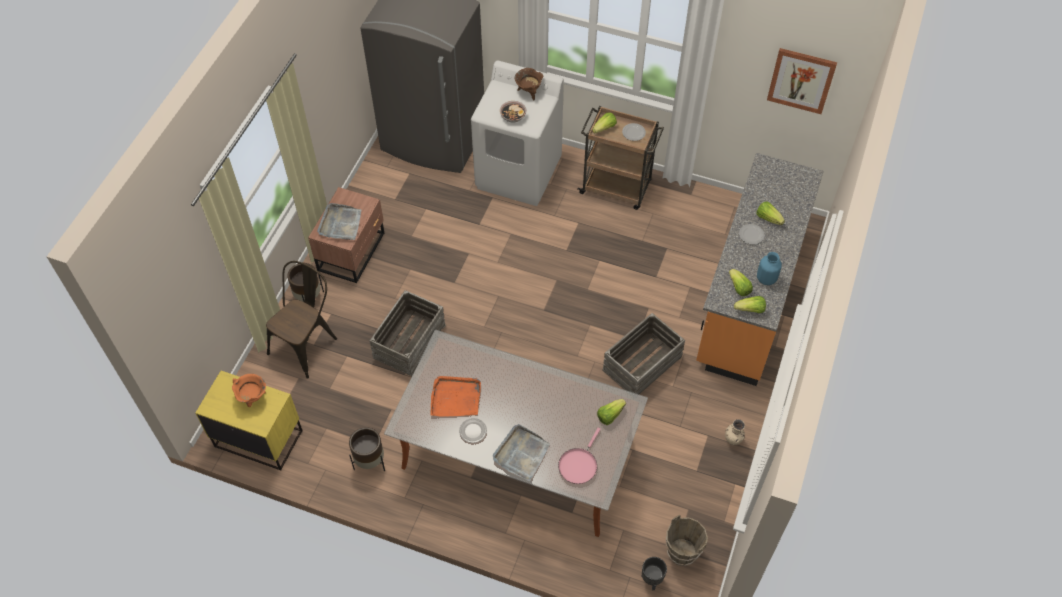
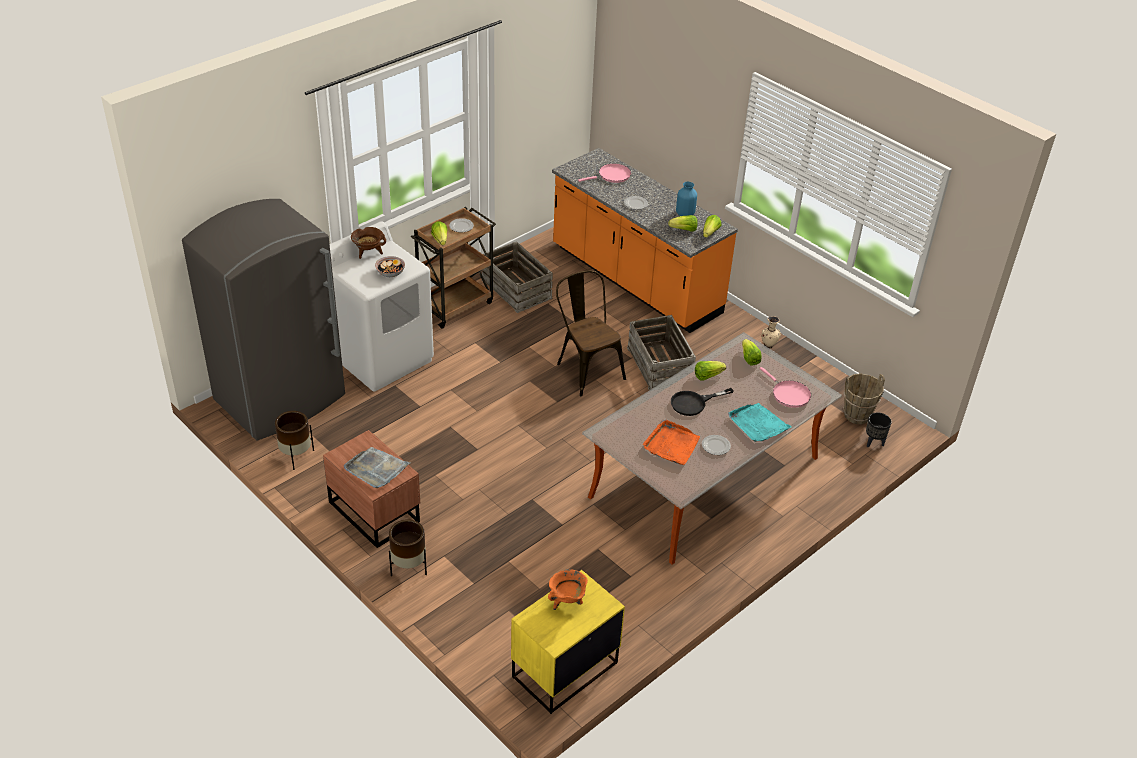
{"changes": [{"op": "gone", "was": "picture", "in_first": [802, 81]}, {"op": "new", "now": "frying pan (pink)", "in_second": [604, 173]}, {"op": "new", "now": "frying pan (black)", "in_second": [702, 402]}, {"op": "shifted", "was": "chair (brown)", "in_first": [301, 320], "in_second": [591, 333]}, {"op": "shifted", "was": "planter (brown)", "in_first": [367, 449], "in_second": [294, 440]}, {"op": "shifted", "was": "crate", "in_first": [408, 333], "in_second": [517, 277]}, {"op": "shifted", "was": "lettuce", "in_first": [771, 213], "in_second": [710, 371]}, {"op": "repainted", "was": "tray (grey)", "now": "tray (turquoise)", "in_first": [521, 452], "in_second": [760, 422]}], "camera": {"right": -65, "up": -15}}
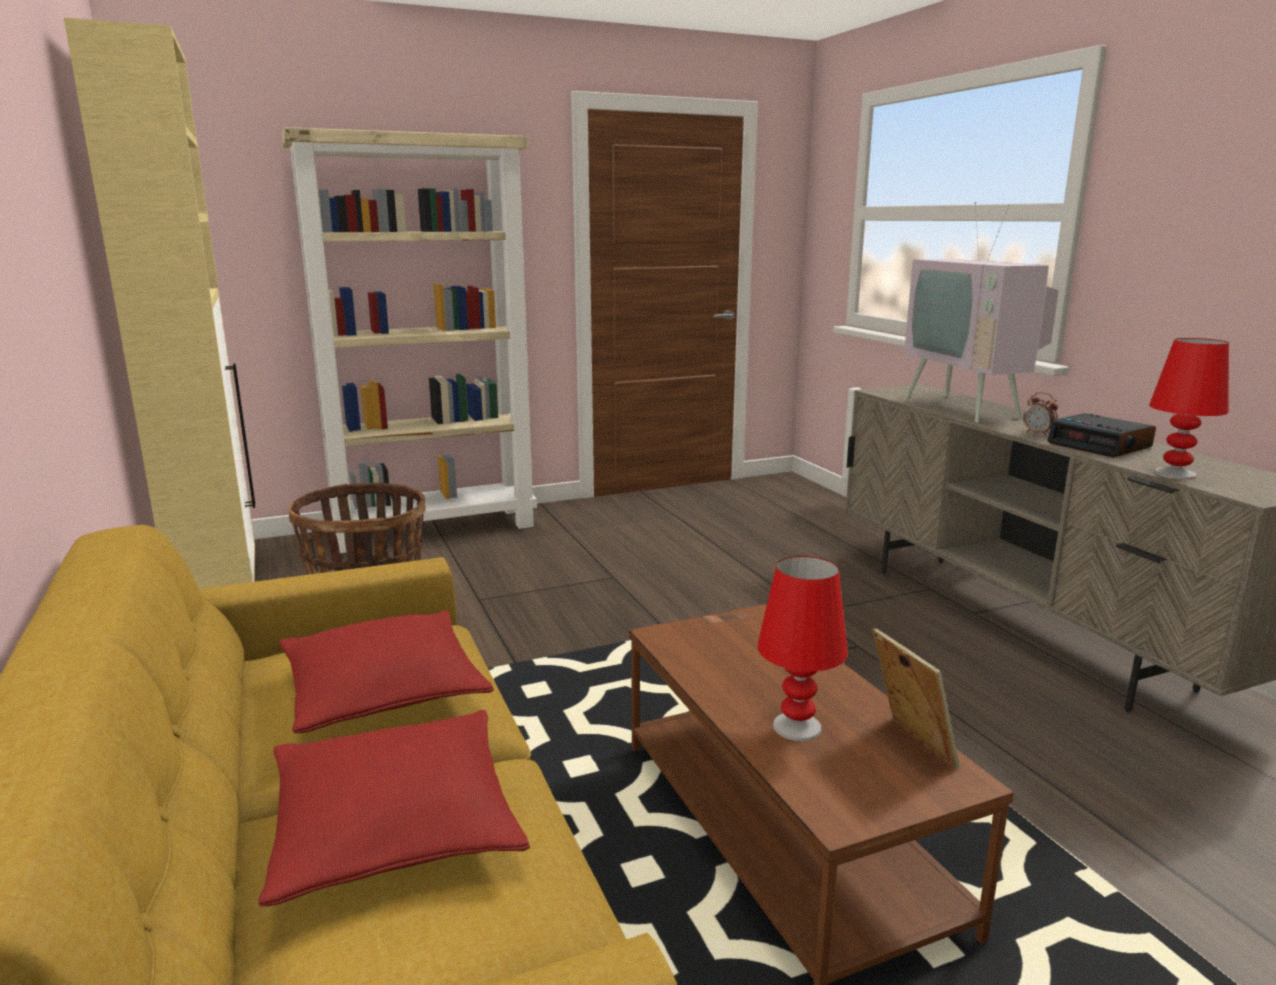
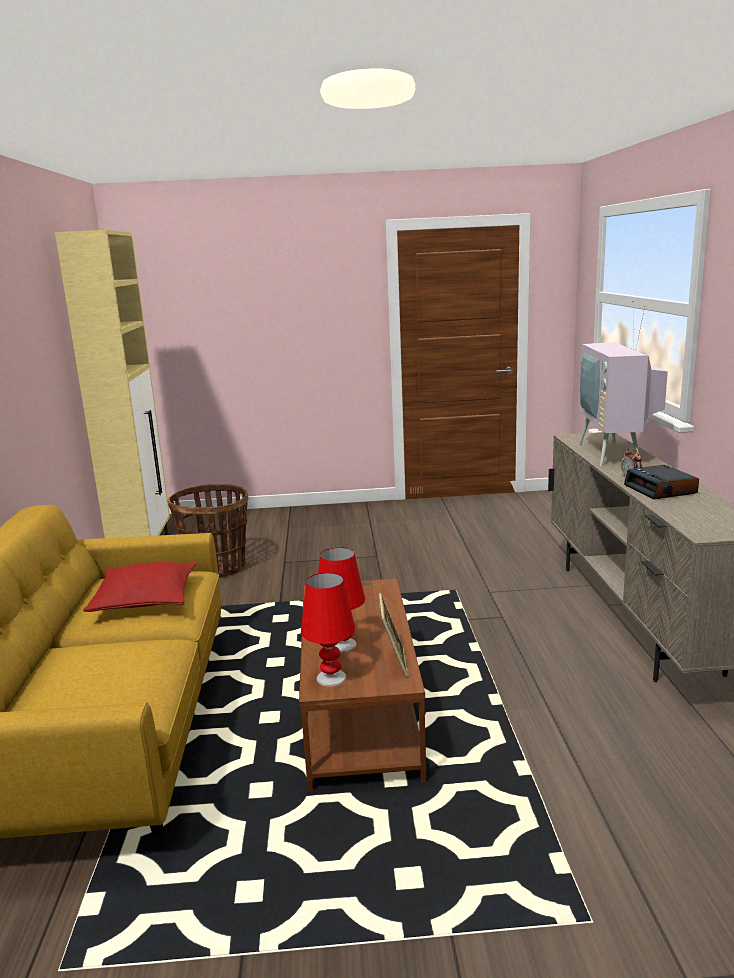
{"changes": [{"op": "gone", "was": "pillow (red)", "in_first": [394, 808]}, {"op": "gone", "was": "bookcase (beige)", "in_first": [409, 340]}, {"op": "shifted", "was": "table lamp (red)", "in_first": [1189, 409], "in_second": [328, 630]}], "camera": {"right": 20, "up": 0}}
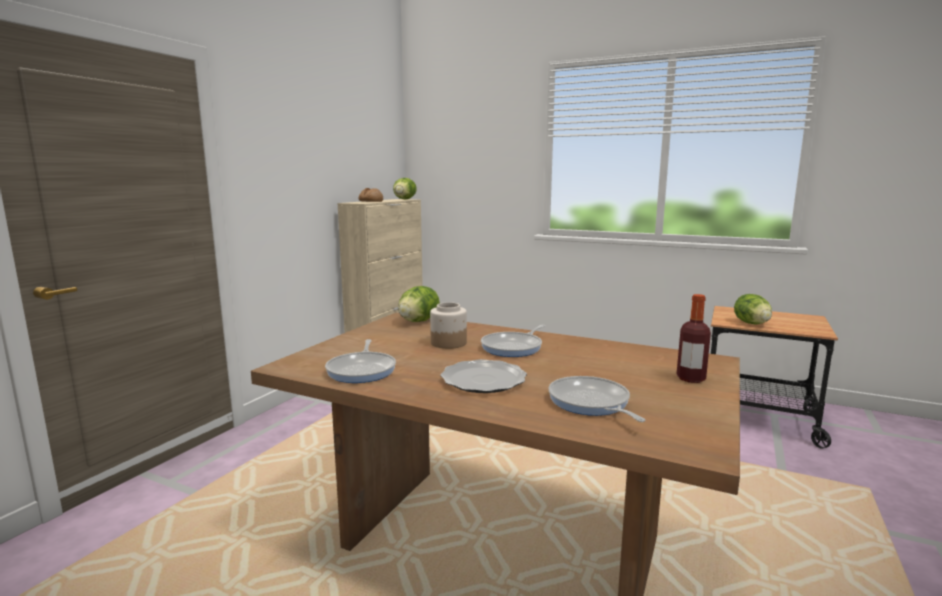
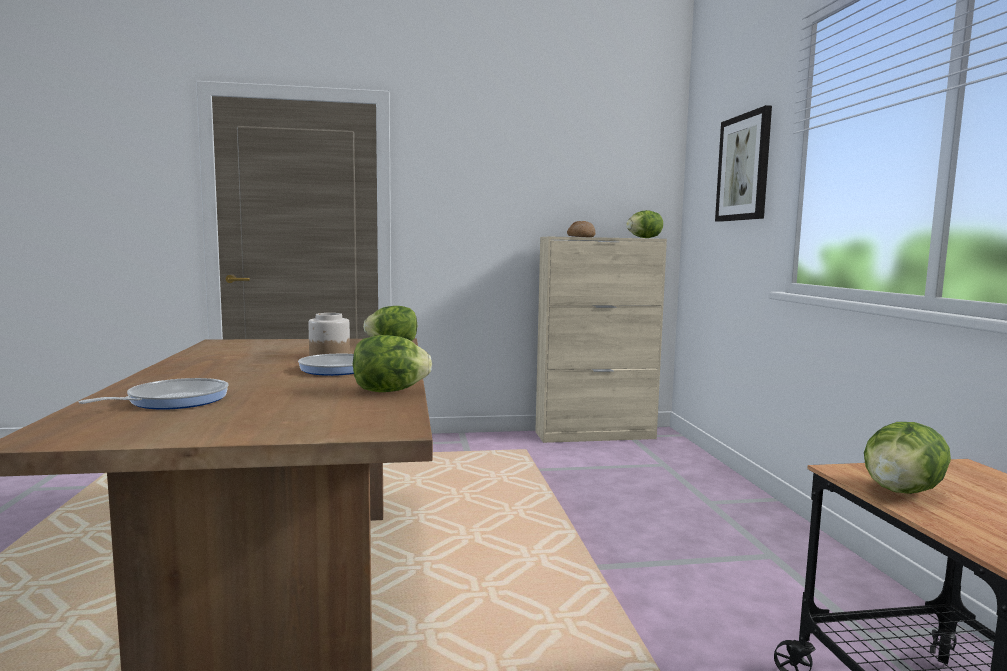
{"changes": [{"op": "gone", "was": "frying pan", "in_first": [360, 361]}, {"op": "gone", "was": "plate", "in_first": [483, 376]}, {"op": "gone", "was": "bottle", "in_first": [694, 338]}, {"op": "new", "now": "lettuce", "in_second": [392, 363]}, {"op": "new", "now": "picture", "in_second": [743, 163]}], "camera": {"right": 55, "up": -5}}
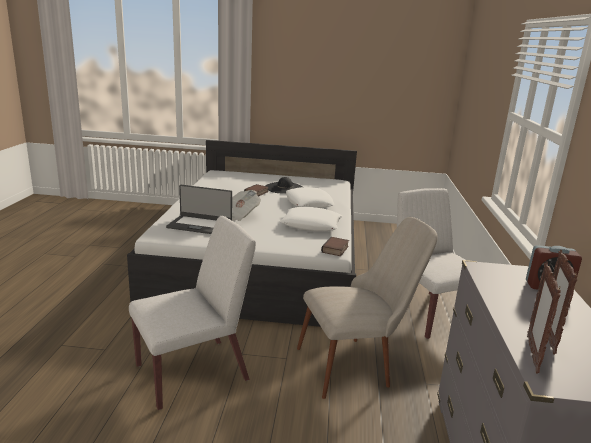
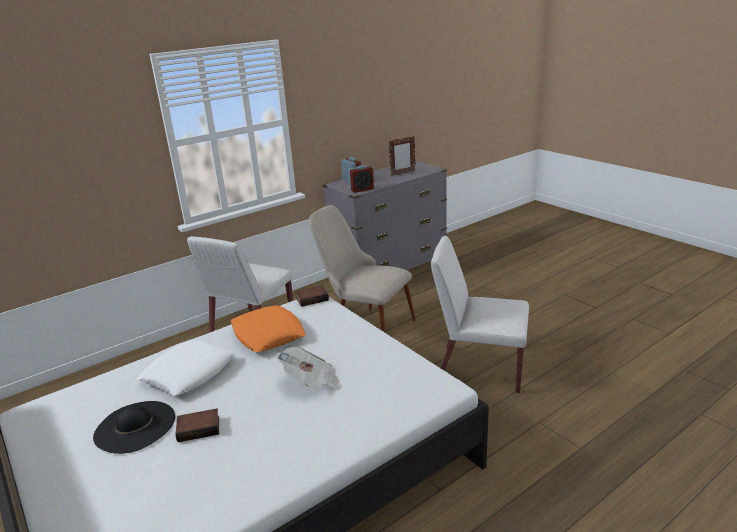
{"changes": [{"op": "gone", "was": "laptop", "in_first": [199, 209]}, {"op": "gone", "was": "picture frame", "in_first": [544, 317]}, {"op": "new", "now": "alarm clock", "in_second": [361, 179]}, {"op": "repainted", "was": "pillow (white)", "now": "pillow (orange)", "in_first": [311, 219], "in_second": [268, 329]}], "camera": {"right": -130, "up": 5}}
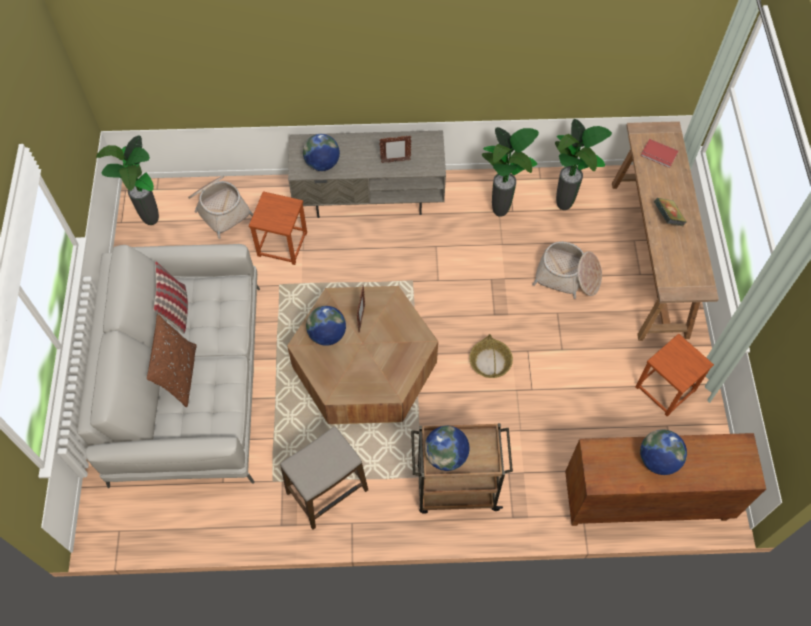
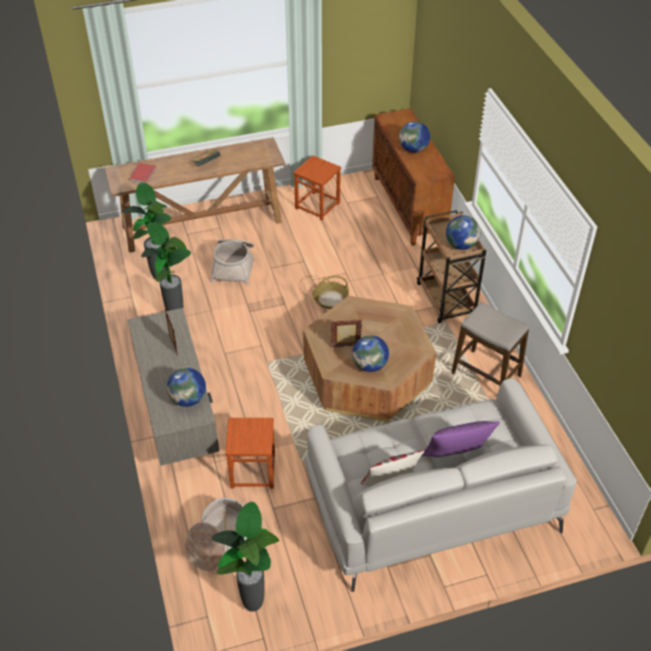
{"changes": [{"op": "repainted", "was": "pillow (brown)", "now": "pillow (purple)", "in_first": [171, 360], "in_second": [461, 439]}], "camera": {"right": -105, "up": -15}}
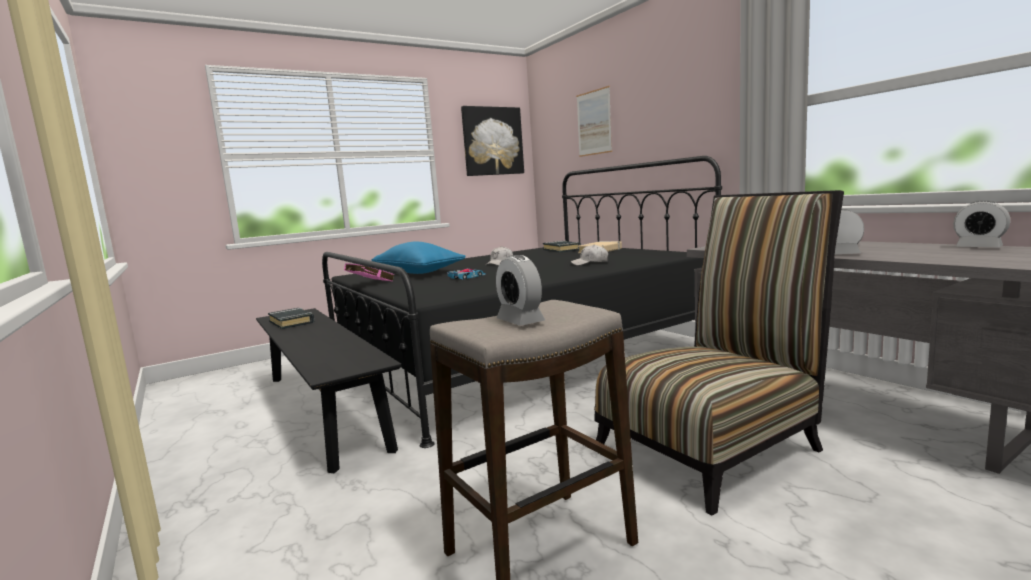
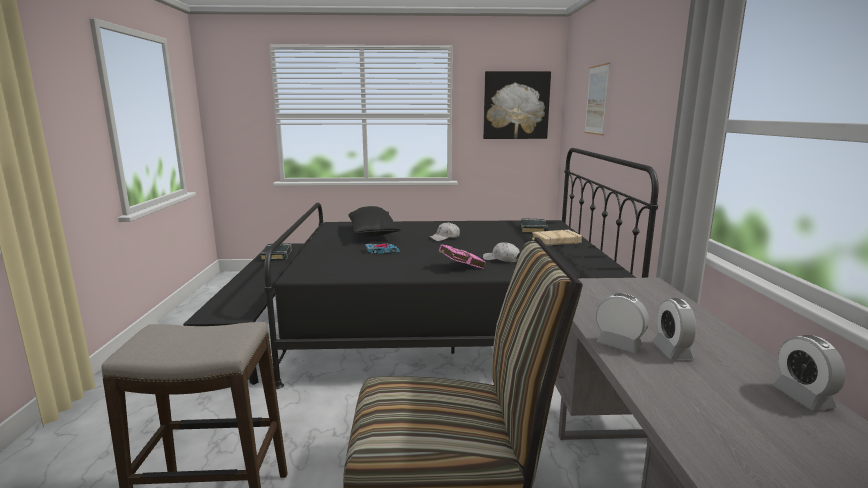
{"changes": [{"op": "shifted", "was": "book (pink)", "in_first": [369, 272], "in_second": [462, 256]}, {"op": "shifted", "was": "alarm clock", "in_first": [520, 290], "in_second": [674, 328]}, {"op": "repainted", "was": "pillow (blue)", "now": "pillow (black)", "in_first": [418, 258], "in_second": [374, 221]}], "camera": {"right": 30, "up": 5}}
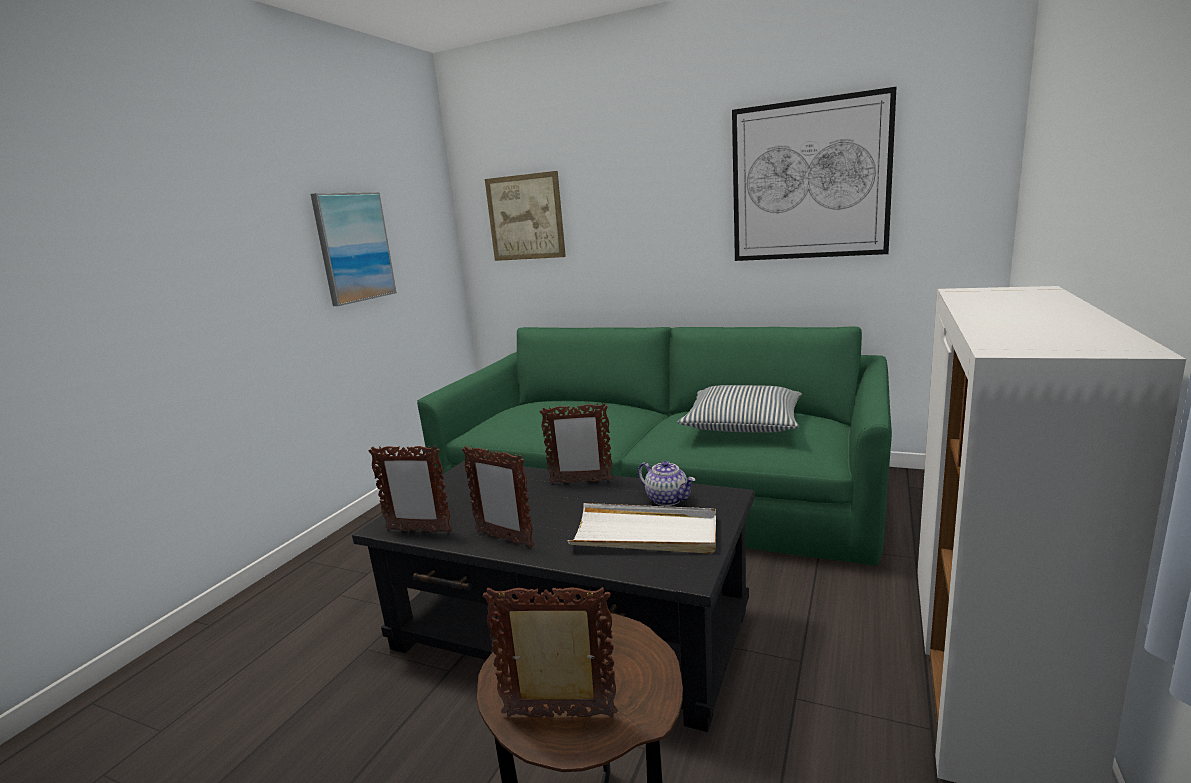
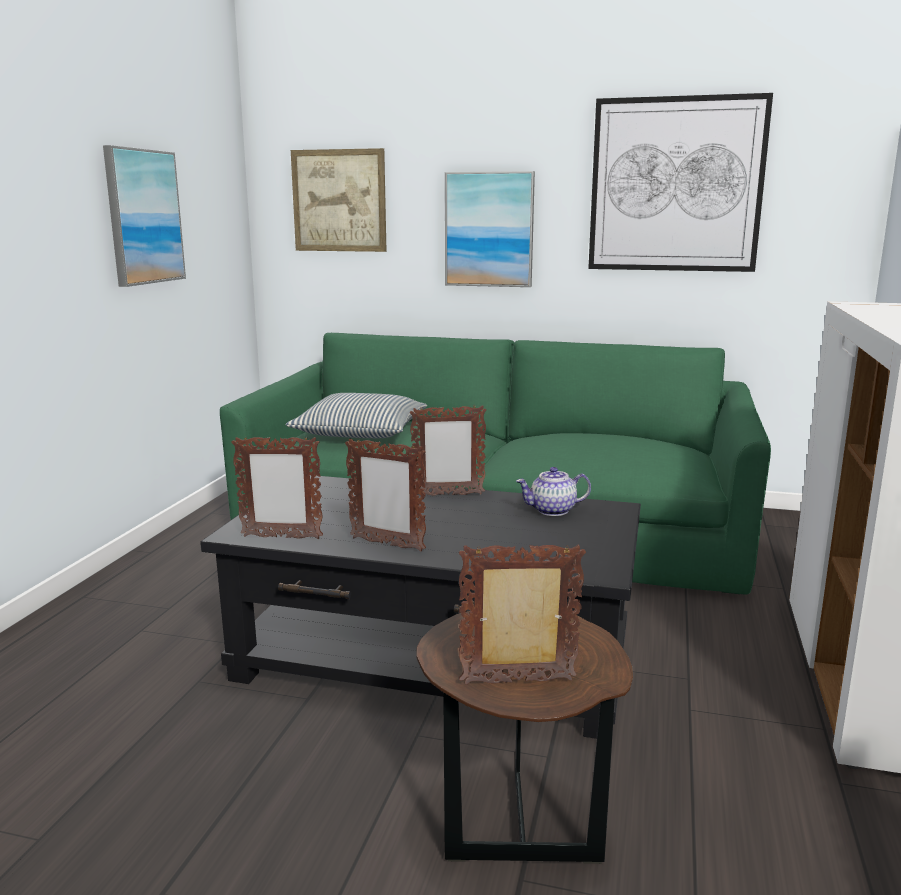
{"changes": [{"op": "gone", "was": "tray (white)", "in_first": [641, 528]}, {"op": "new", "now": "picture", "in_second": [490, 229]}, {"op": "shifted", "was": "pillow", "in_first": [739, 408], "in_second": [356, 415]}, {"op": "rotated", "was": "teapot", "in_first": [666, 483], "in_second": [553, 491], "clockwise": 135}], "camera": {"right": -10, "up": 0}}
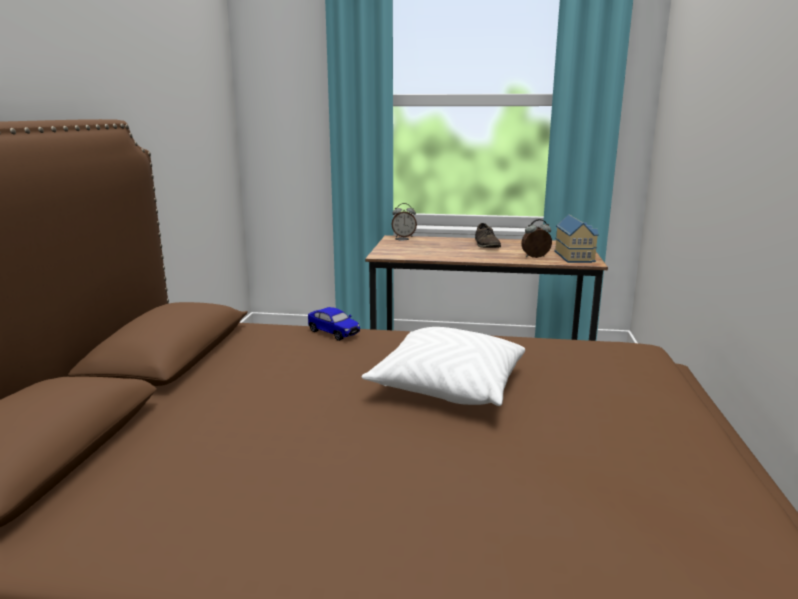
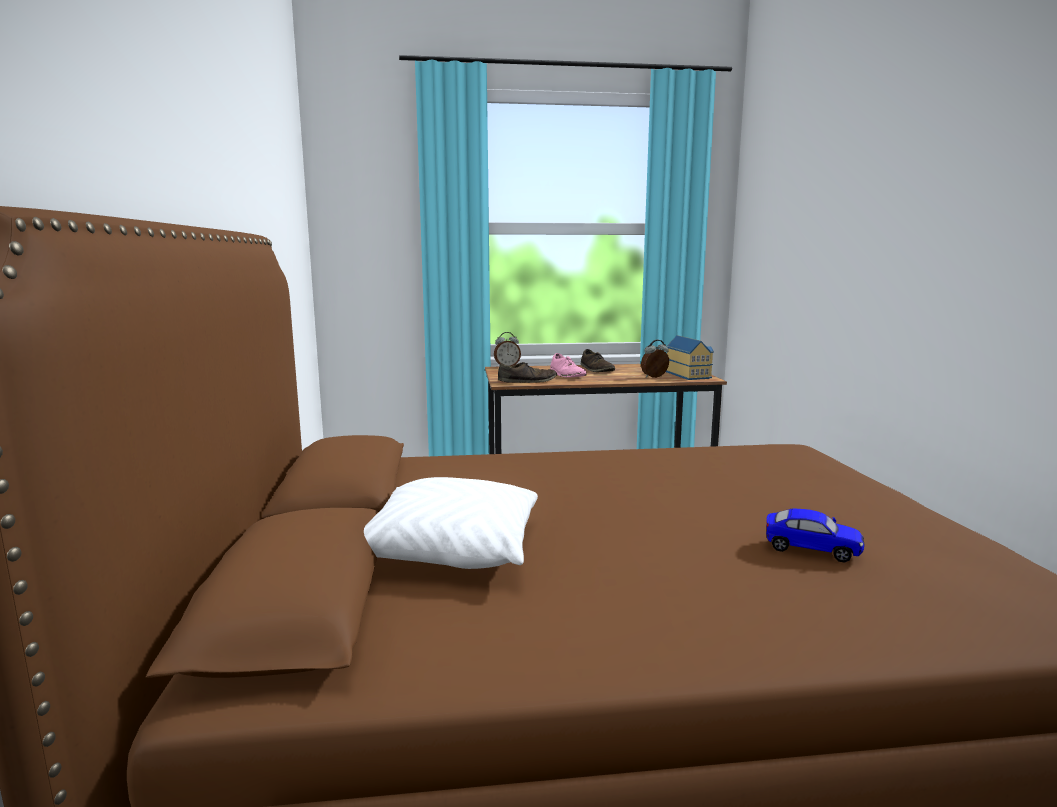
{"changes": [{"op": "new", "now": "shoe (brown)", "in_second": [527, 372]}, {"op": "new", "now": "shoe (pink)", "in_second": [568, 365]}, {"op": "shifted", "was": "toy car", "in_first": [334, 324], "in_second": [815, 535]}, {"op": "shifted", "was": "pillow (white)", "in_first": [443, 366], "in_second": [451, 523]}], "camera": {"right": -15, "up": -5}}
